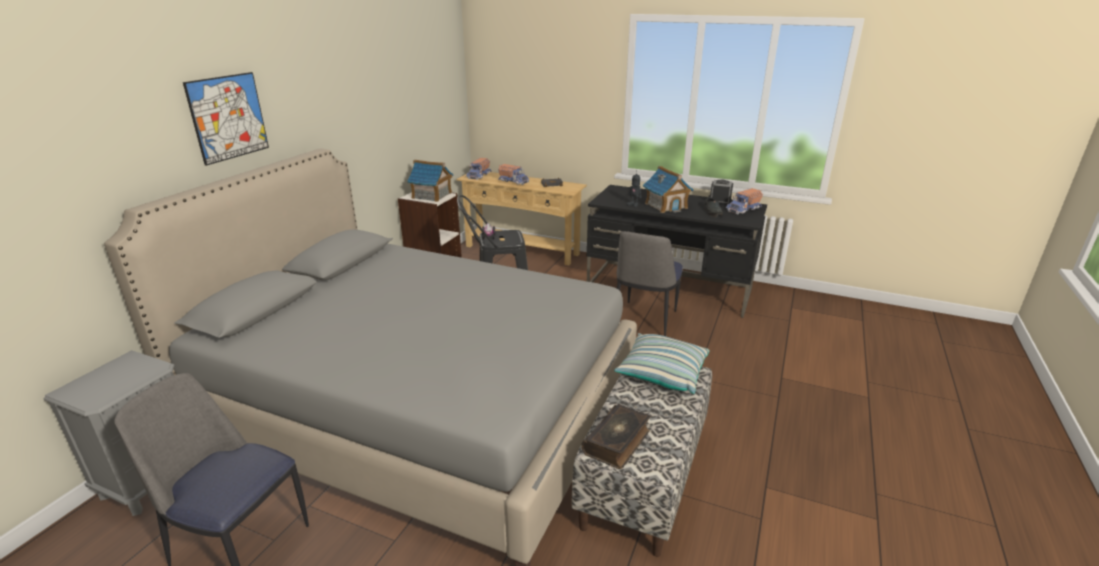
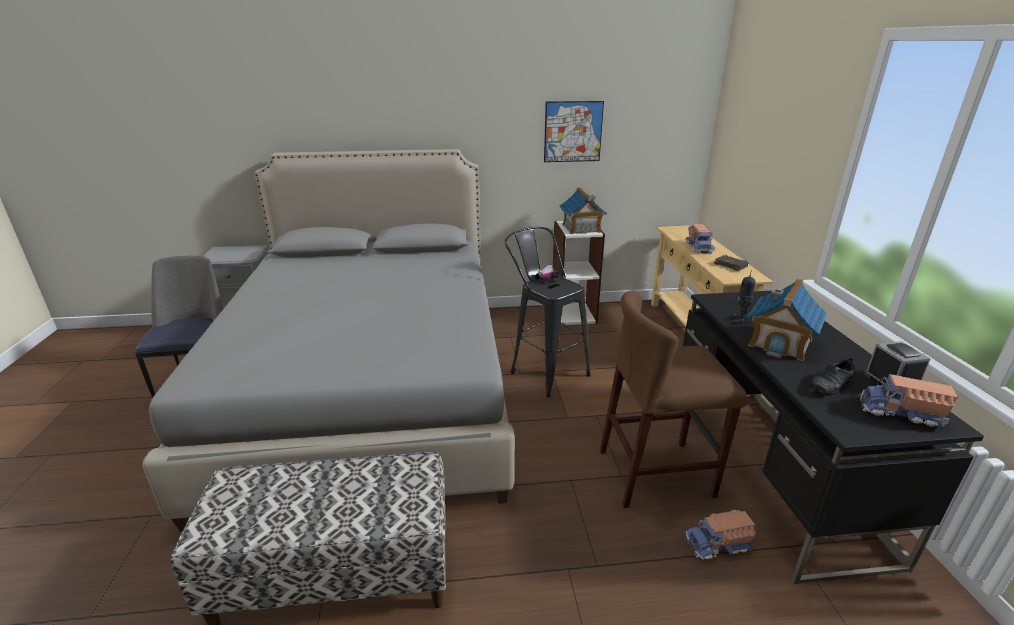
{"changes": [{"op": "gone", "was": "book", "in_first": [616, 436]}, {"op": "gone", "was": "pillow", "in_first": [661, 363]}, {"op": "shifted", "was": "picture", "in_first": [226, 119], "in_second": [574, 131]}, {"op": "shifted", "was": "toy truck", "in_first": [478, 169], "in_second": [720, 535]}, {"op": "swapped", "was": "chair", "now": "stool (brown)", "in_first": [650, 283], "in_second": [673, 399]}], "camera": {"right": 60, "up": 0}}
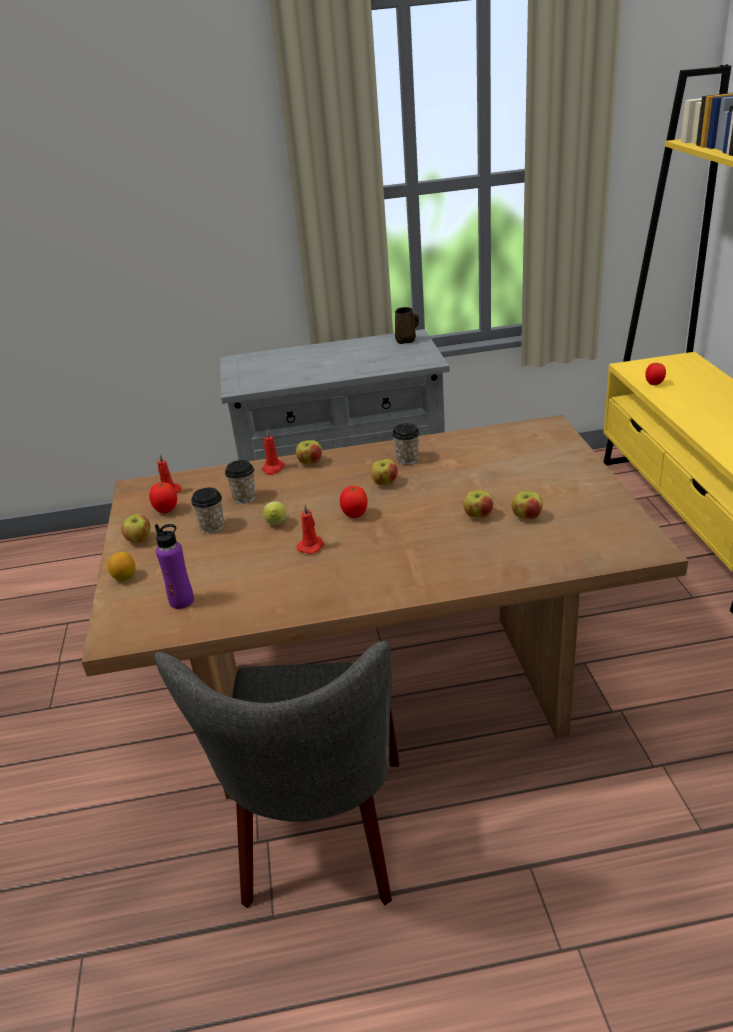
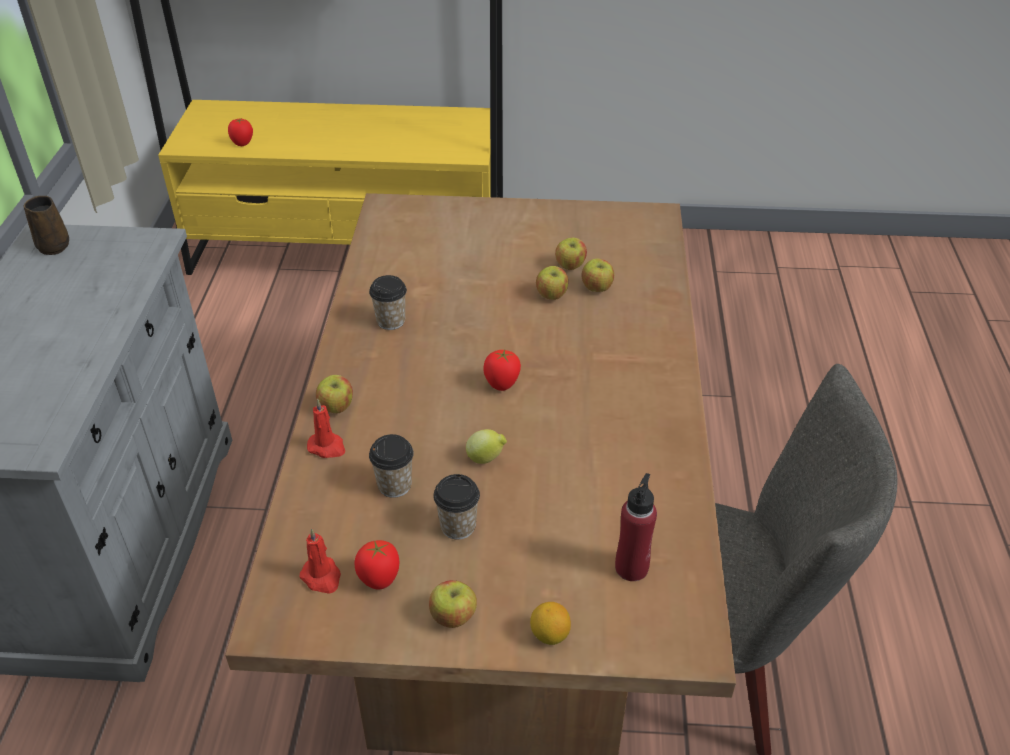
{"changes": [{"op": "gone", "was": "candle (red)", "in_first": [311, 529]}, {"op": "shifted", "was": "apple", "in_first": [384, 472], "in_second": [598, 275]}, {"op": "repainted", "was": "bottle (purple)", "now": "bottle (red)", "in_first": [174, 566], "in_second": [636, 527]}], "camera": {"right": -80, "up": 10}}
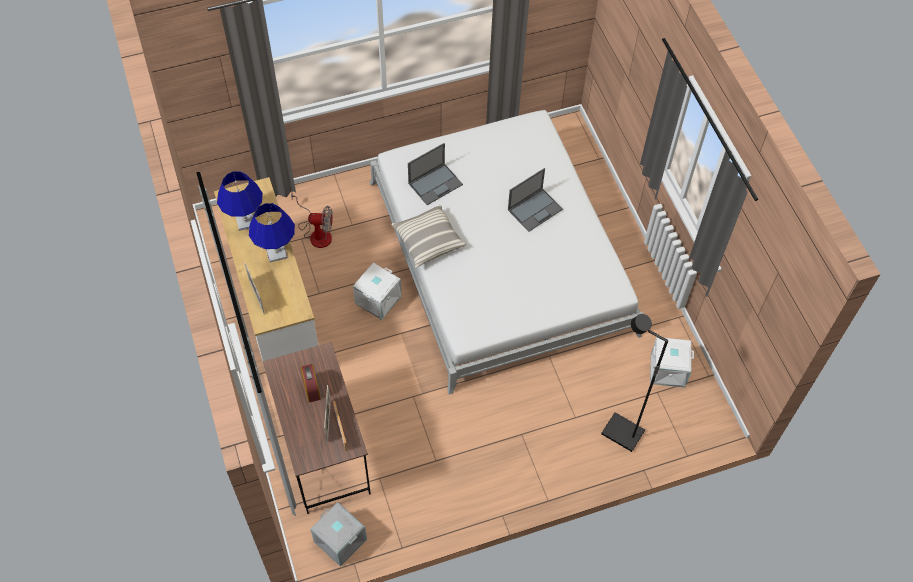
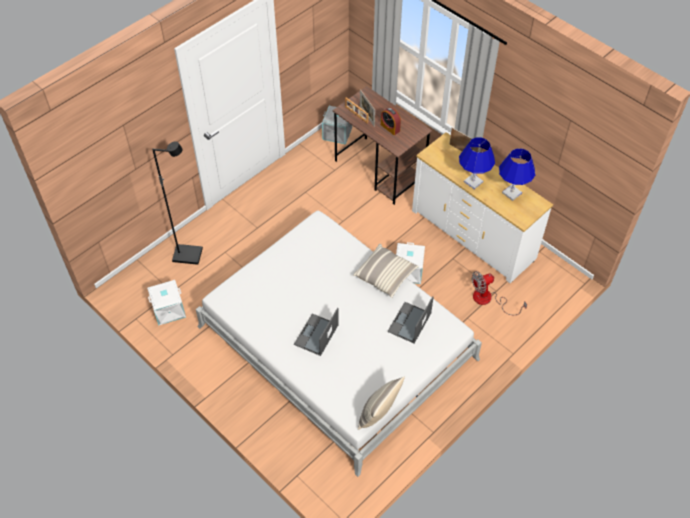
{"changes": [{"op": "new", "now": "pillow", "in_second": [381, 403]}], "camera": {"right": 155, "up": -5}}
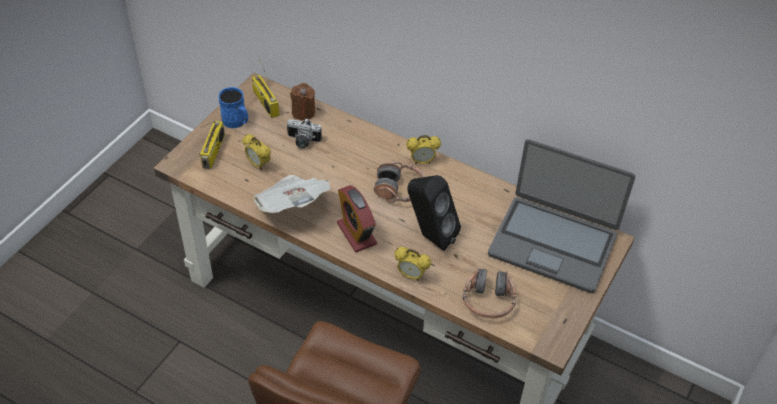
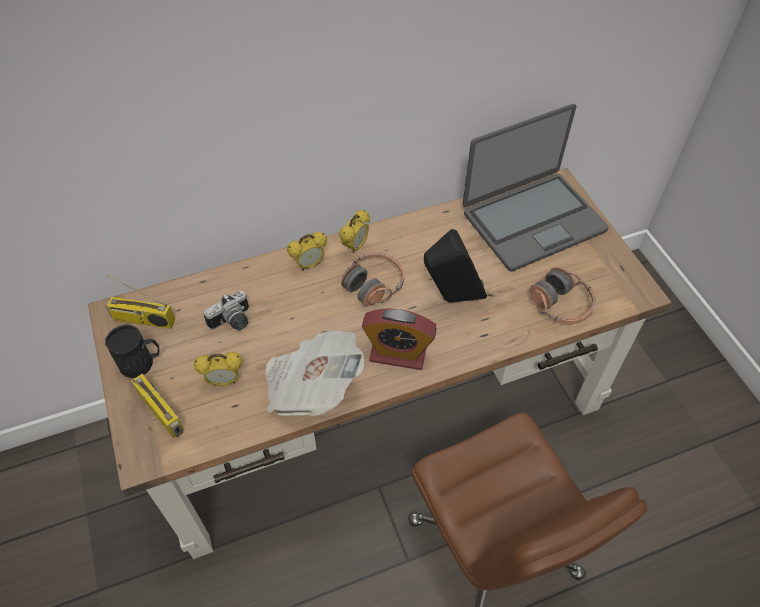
{"changes": [{"op": "gone", "was": "candle (brown)", "in_first": [302, 101]}, {"op": "shifted", "was": "alarm clock", "in_first": [412, 264], "in_second": [307, 251]}, {"op": "repainted", "was": "mug (blue)", "now": "mug (black)", "in_first": [233, 107], "in_second": [132, 351]}], "camera": {"right": -50, "up": 5}}
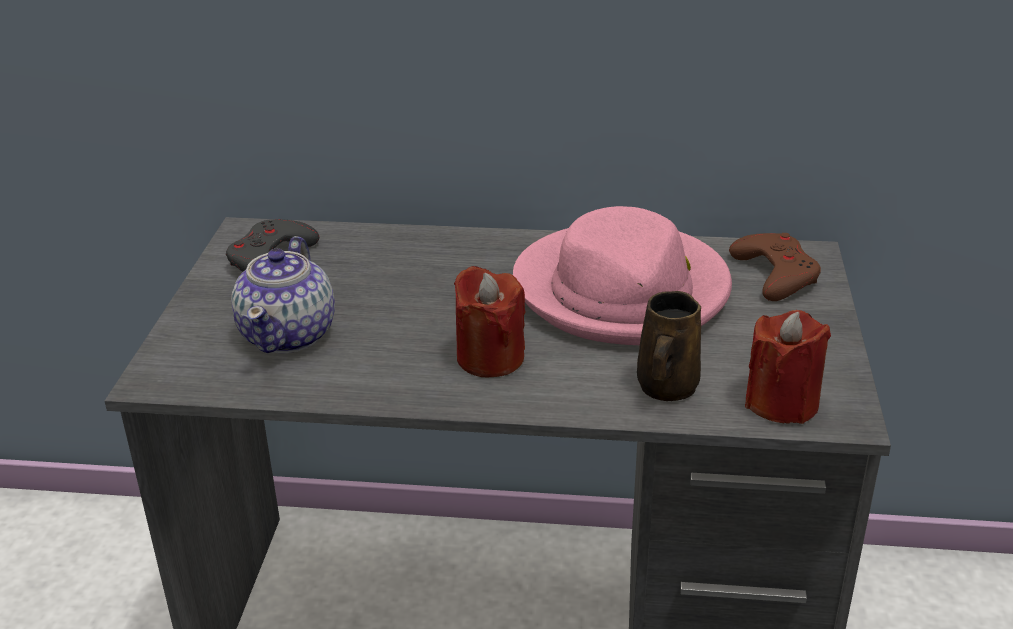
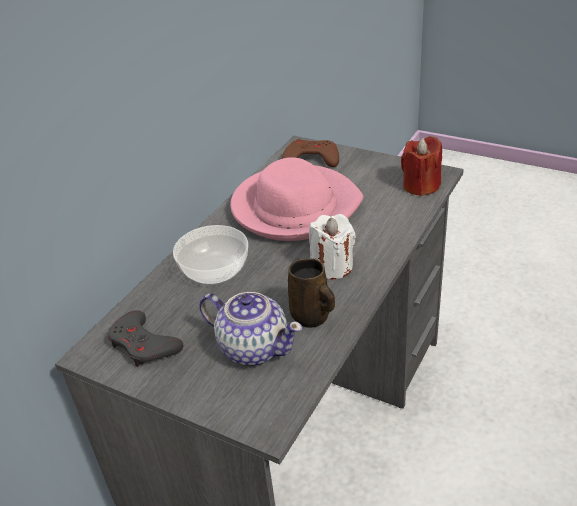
{"changes": [{"op": "new", "now": "bowl", "in_second": [210, 255]}, {"op": "shifted", "was": "mug (brown)", "in_first": [669, 346], "in_second": [311, 293]}, {"op": "repainted", "was": "candle (red)", "now": "candle (white)", "in_first": [489, 321], "in_second": [332, 247]}], "camera": {"right": -65, "up": 5}}
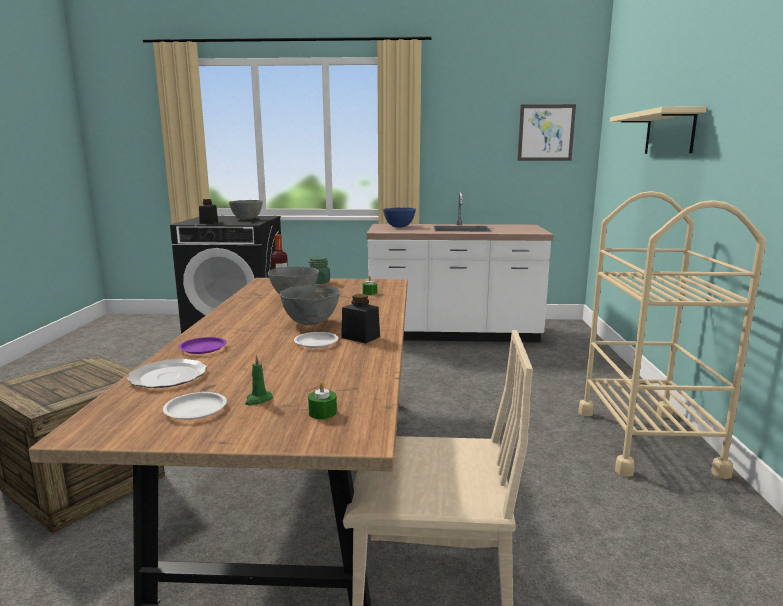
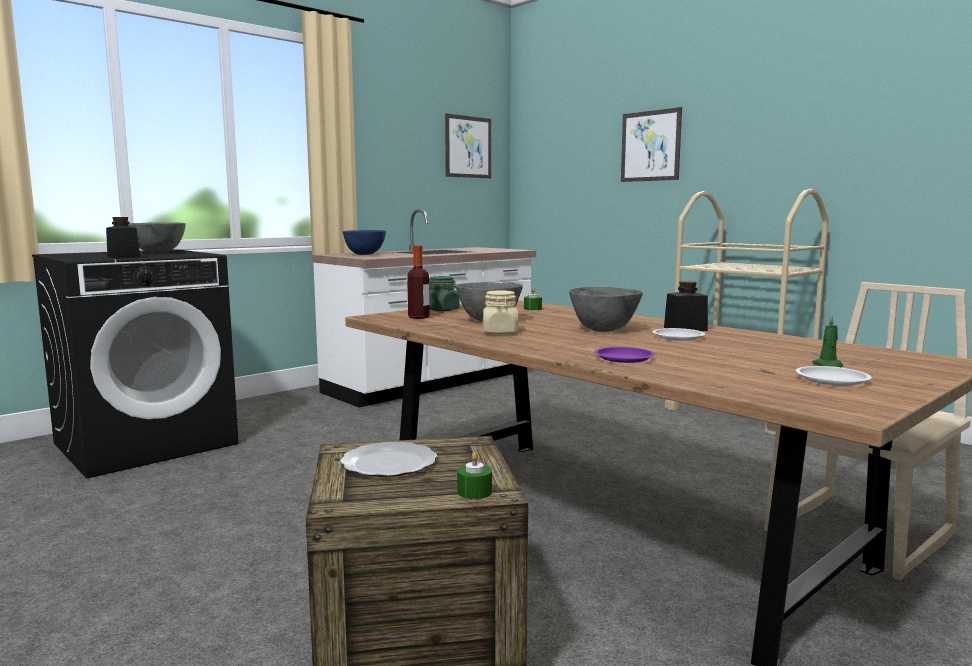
{"changes": [{"op": "new", "now": "jar (beige)", "in_second": [500, 312]}, {"op": "shifted", "was": "plate", "in_first": [167, 373], "in_second": [388, 459]}, {"op": "shifted", "was": "candle (green)", "in_first": [322, 400], "in_second": [474, 475]}, {"op": "swapped", "was": "shelf (beige)", "now": "picture", "in_first": [658, 130], "in_second": [651, 144]}], "camera": {"right": -45, "up": -5}}
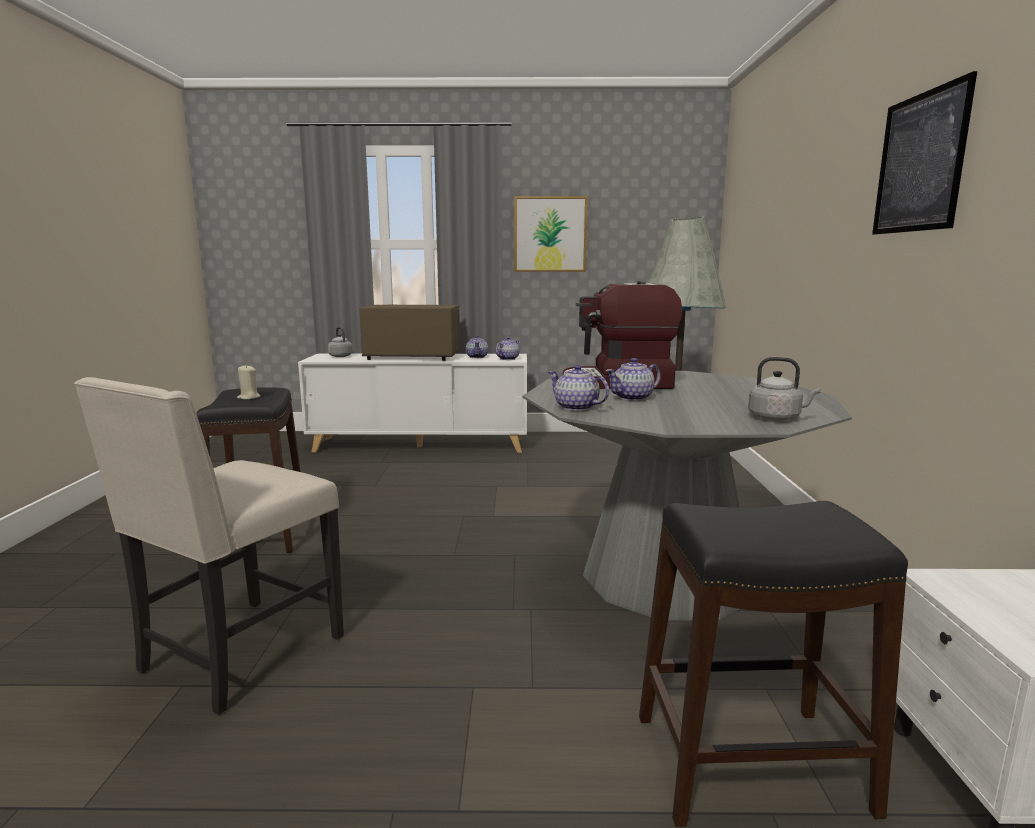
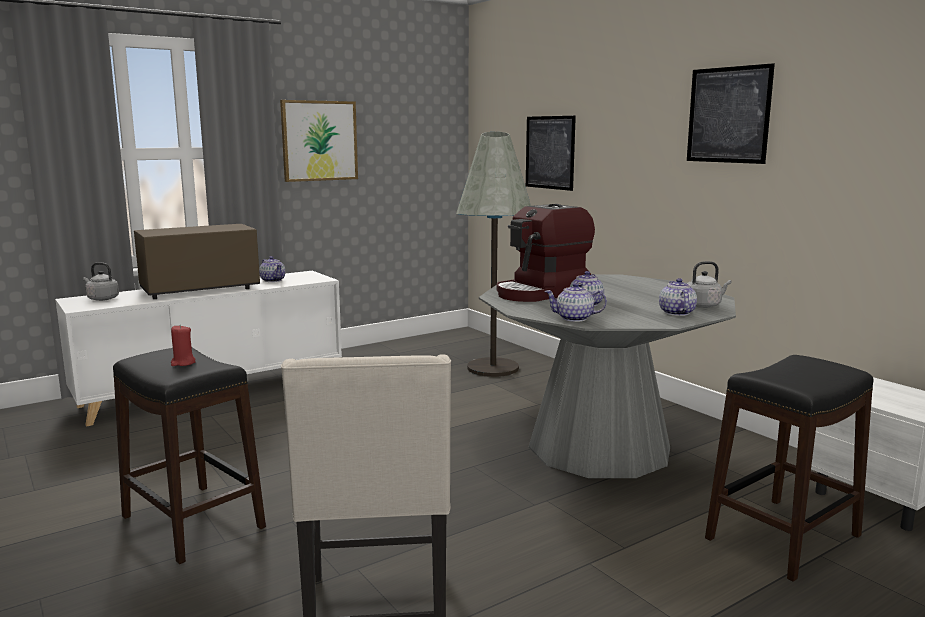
{"changes": [{"op": "new", "now": "picture", "in_second": [551, 153]}, {"op": "shifted", "was": "teapot", "in_first": [507, 348], "in_second": [678, 297]}, {"op": "repainted", "was": "candle (beige)", "now": "candle (red)", "in_first": [248, 382], "in_second": [183, 345]}], "camera": {"right": -35, "up": 0}}
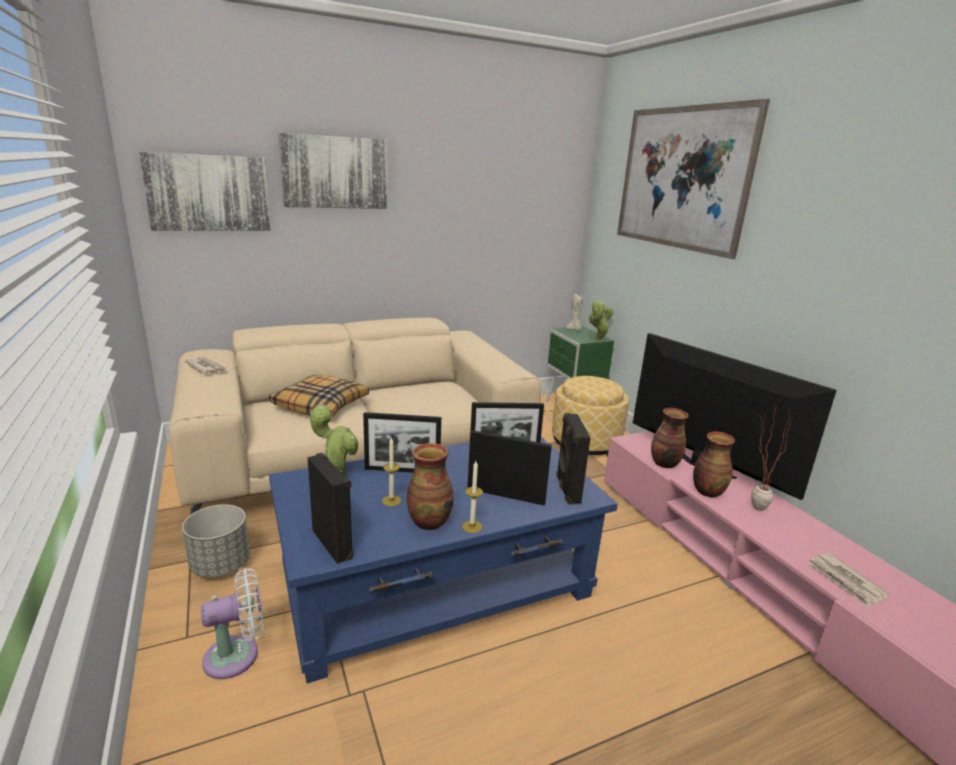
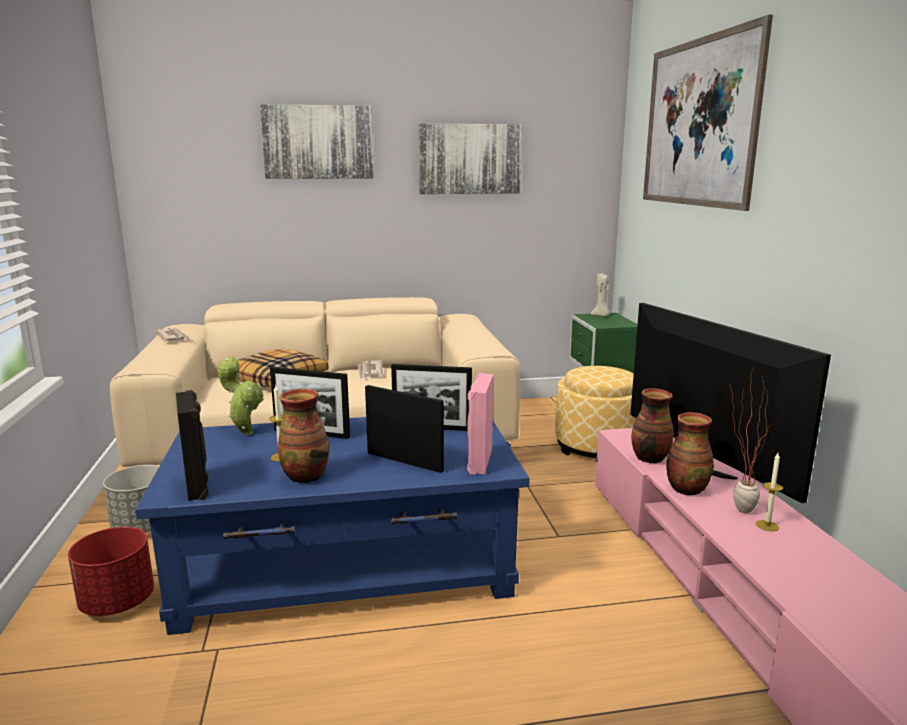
{"changes": [{"op": "gone", "was": "potted plant", "in_first": [600, 320]}, {"op": "shifted", "was": "picture", "in_first": [205, 191], "in_second": [470, 158]}, {"op": "shifted", "was": "candle", "in_first": [472, 497], "in_second": [769, 492]}, {"op": "shifted", "was": "newspaper", "in_first": [849, 580], "in_second": [370, 369]}, {"op": "swapped", "was": "fan (white)", "now": "planter (red)", "in_first": [232, 623], "in_second": [111, 571]}, {"op": "repainted", "was": "speaker (black)", "now": "speaker (pink)", "in_first": [573, 459], "in_second": [480, 424]}], "camera": {"right": 15, "up": -5}}
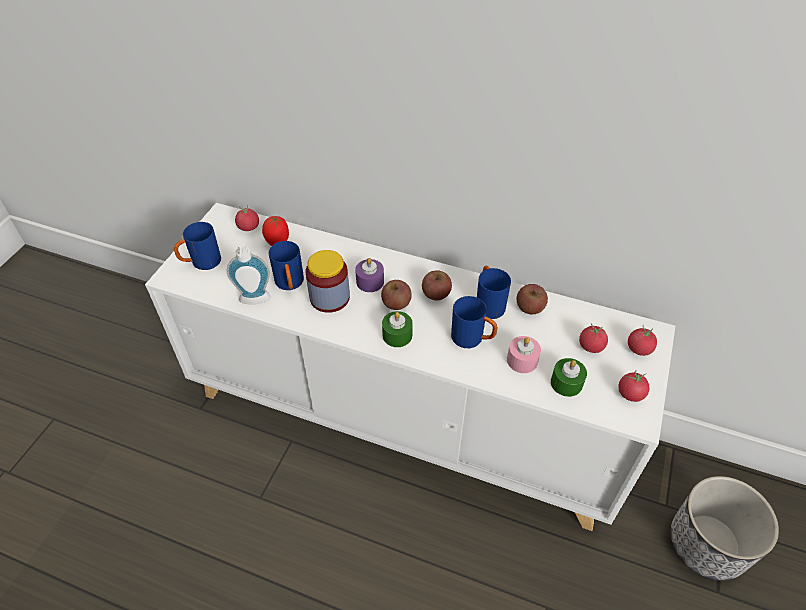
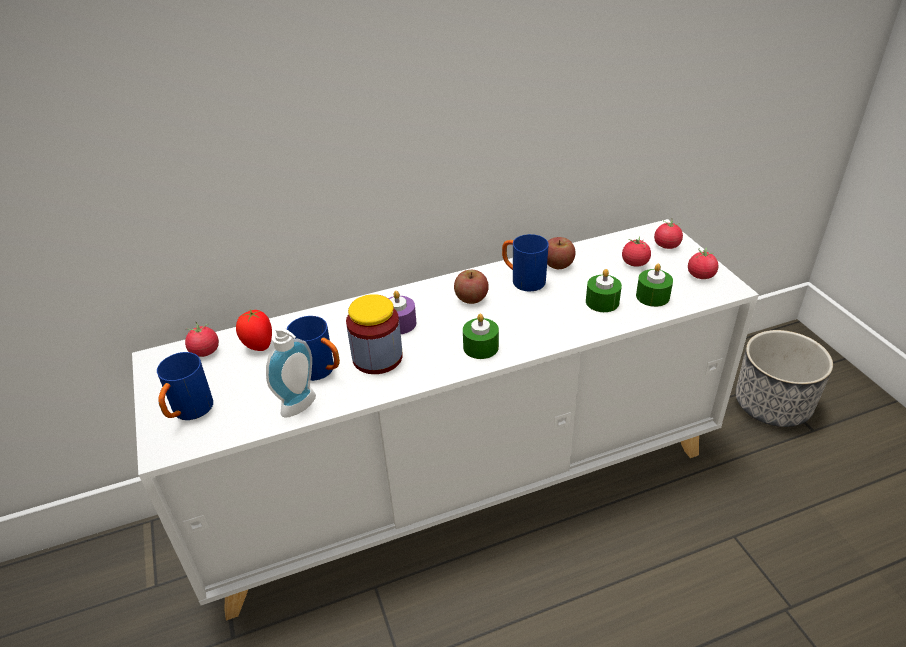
{"changes": [{"op": "gone", "was": "apple", "in_first": [396, 295]}, {"op": "gone", "was": "mug (blue)", "in_first": [474, 322]}, {"op": "repainted", "was": "candle (pink)", "now": "candle (green)", "in_first": [524, 354], "in_second": [604, 290]}], "camera": {"right": -40, "up": -10}}
